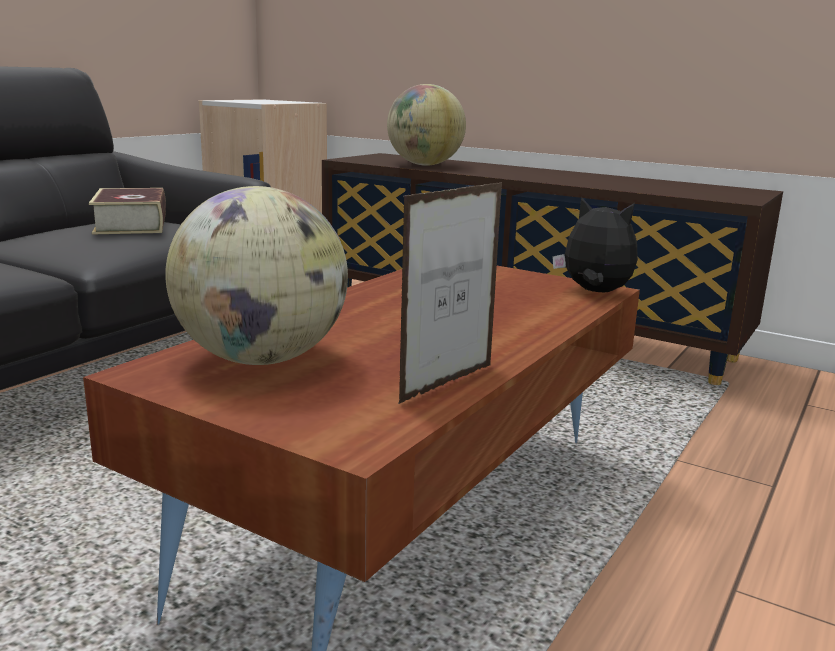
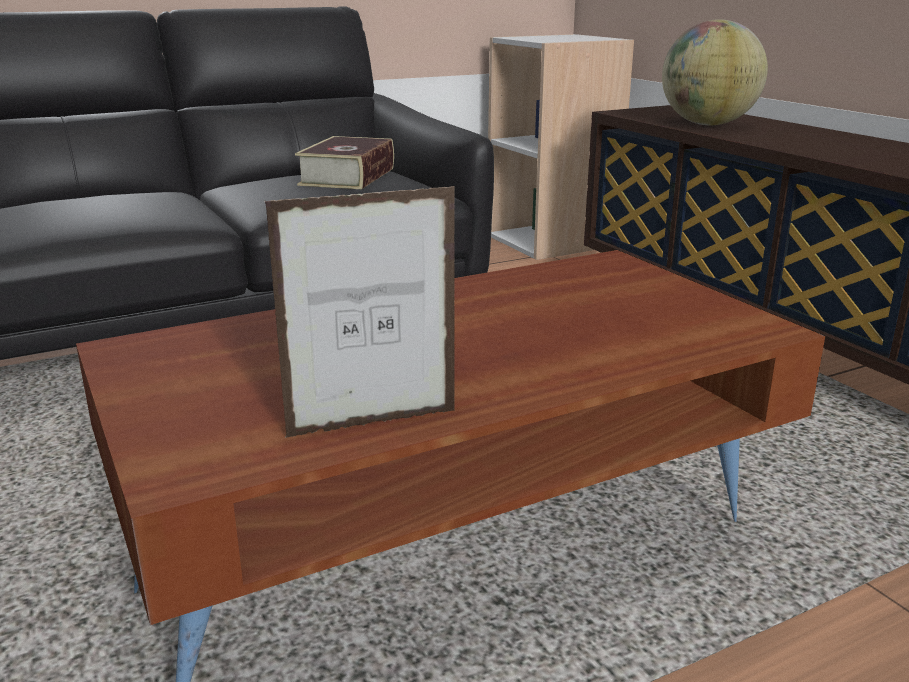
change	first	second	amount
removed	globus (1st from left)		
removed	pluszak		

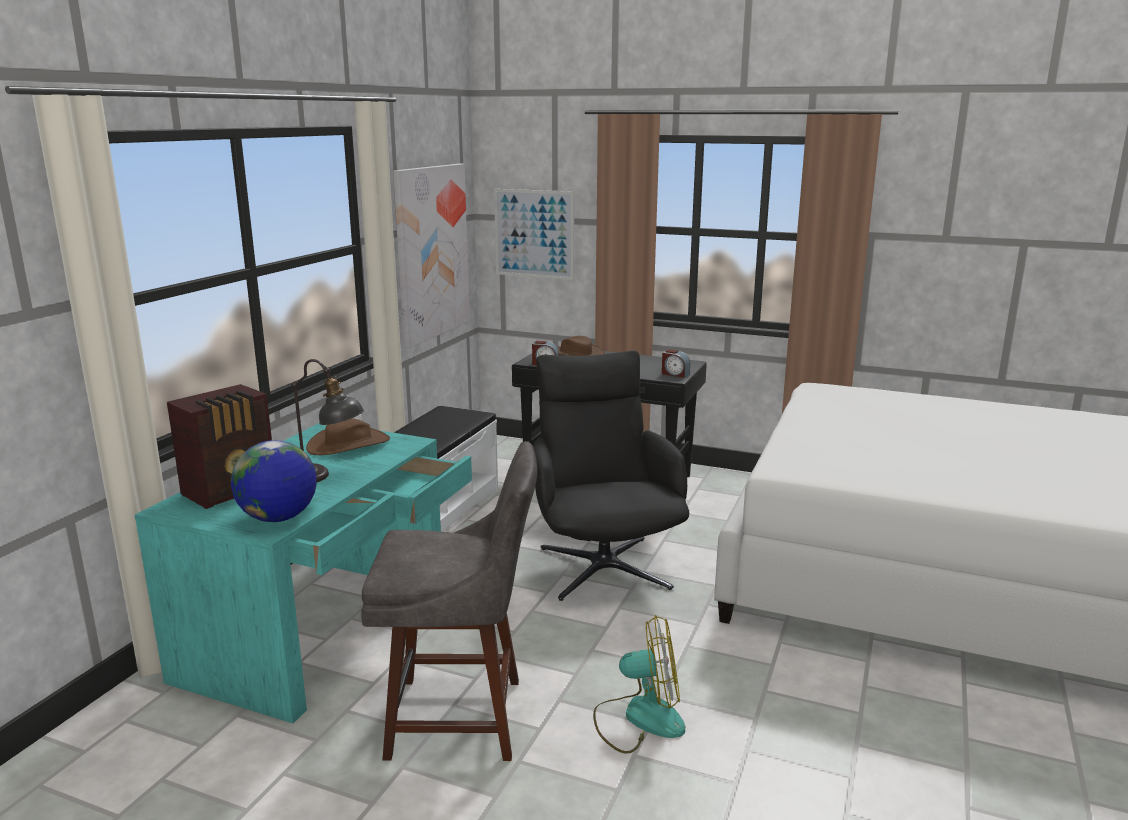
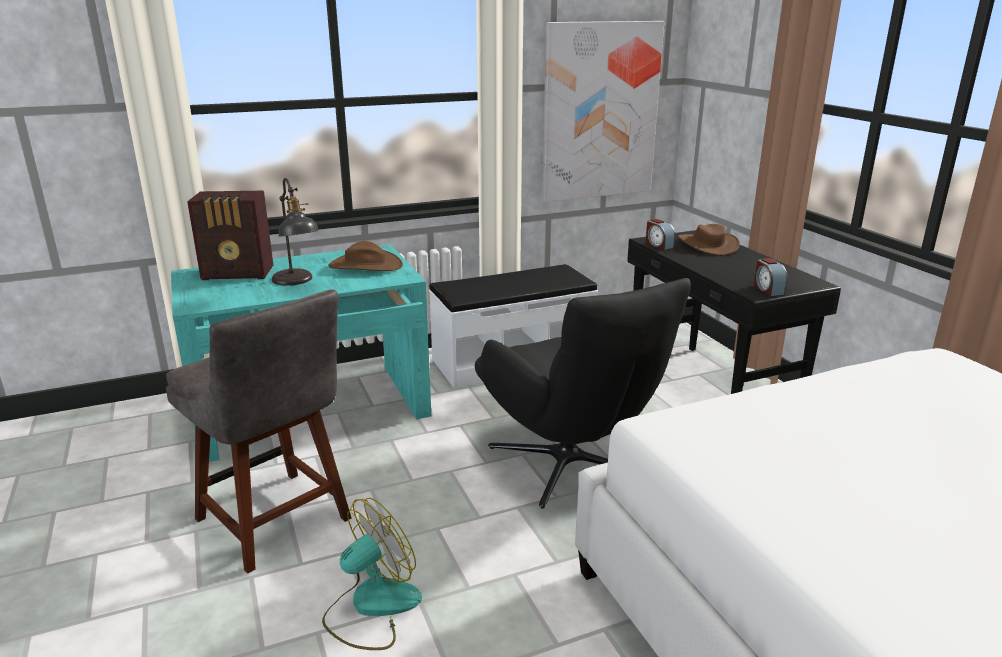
change	first	second	amount
removed	globus		
removed	obraz (2nd from left)		
turned	fotel (czarny)		120 degrees clockwise
turned	wentylator		90 degrees counterclockwise

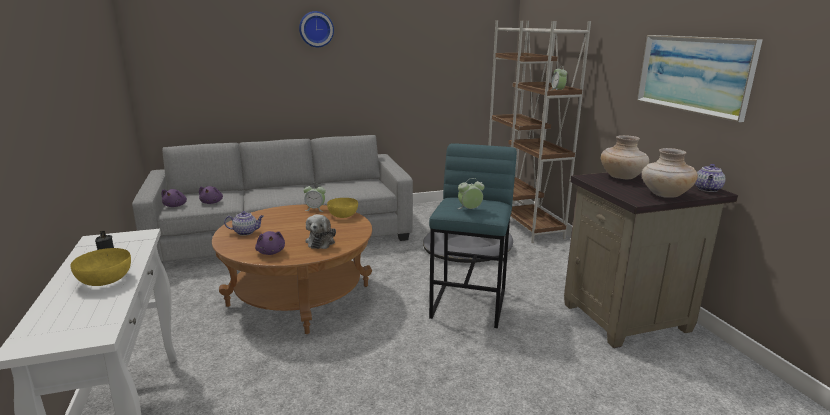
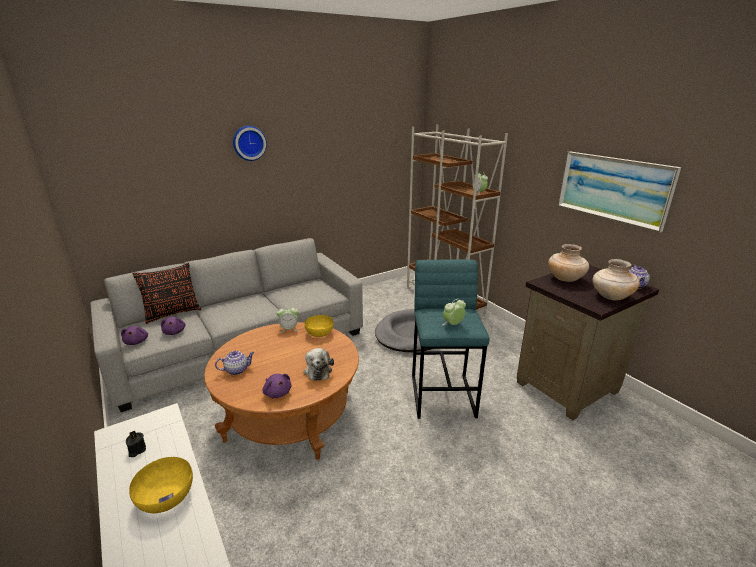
change	first	second	amount
added		poduszka (czarny)	

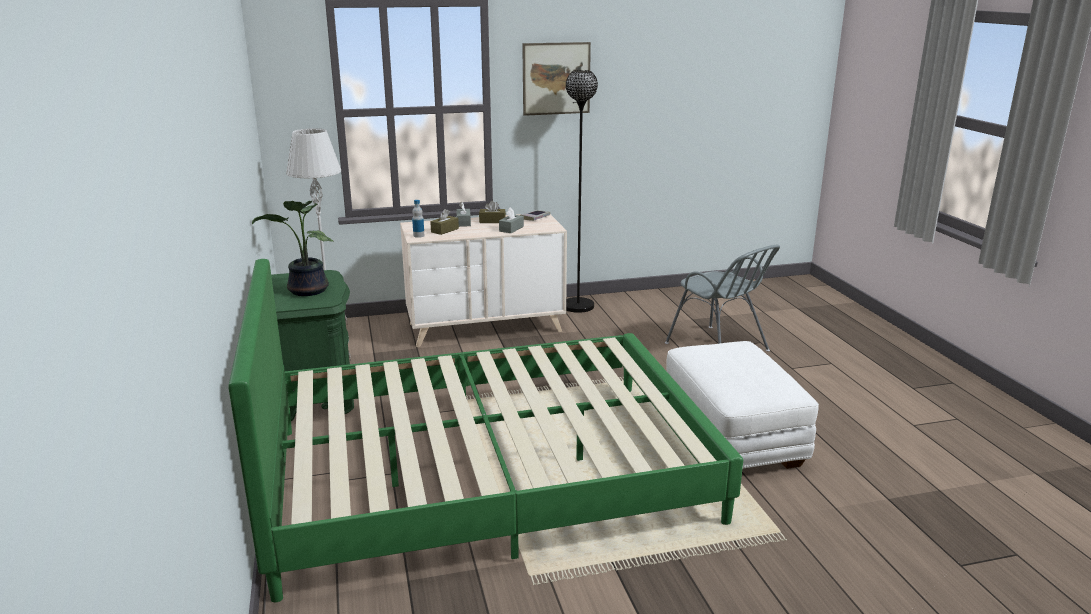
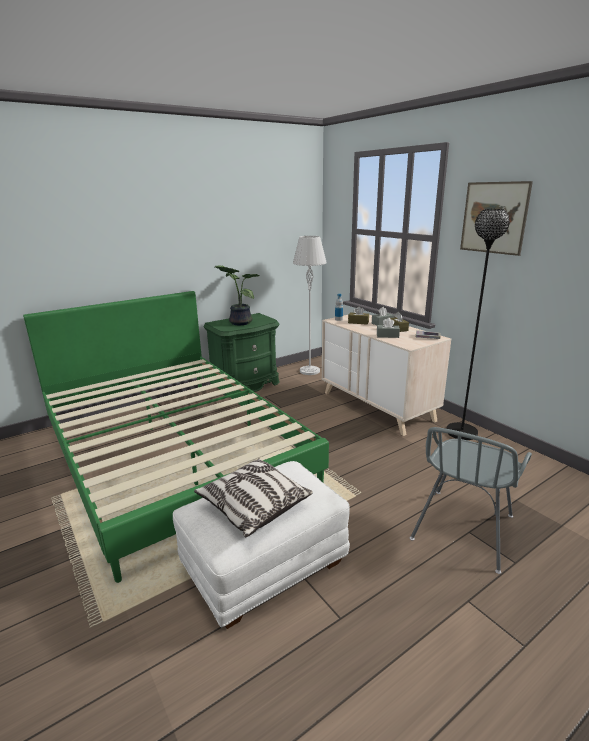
change	first	second	amount
added		poduszka	

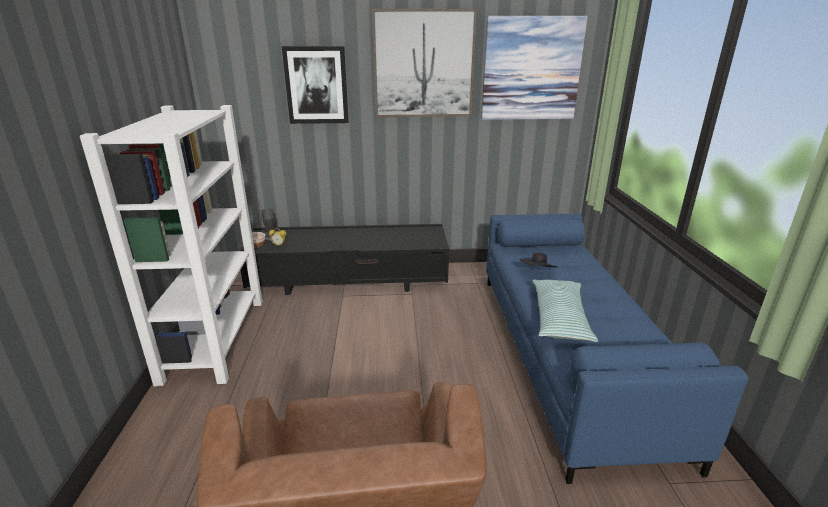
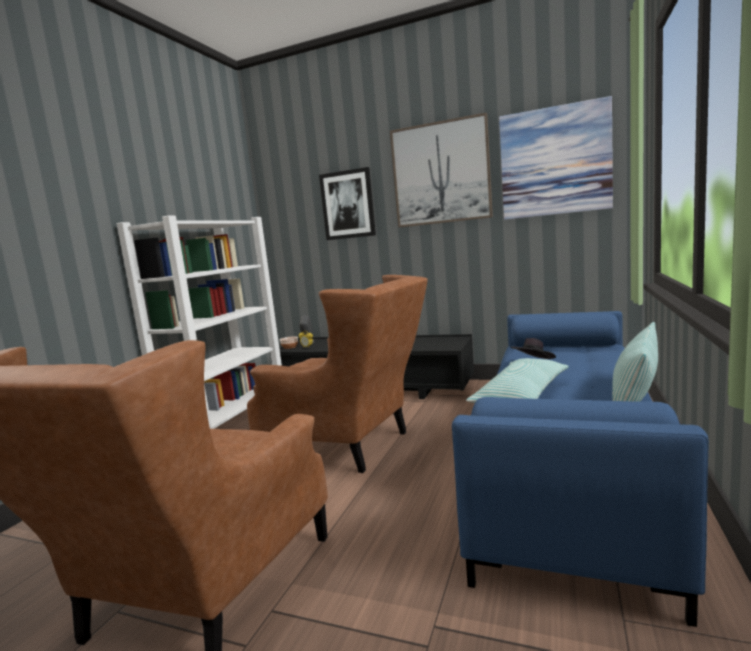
change	first	second	amount
added		fotel (brązowy) (2nd from left)	
added		poduszka (2nd from left)	

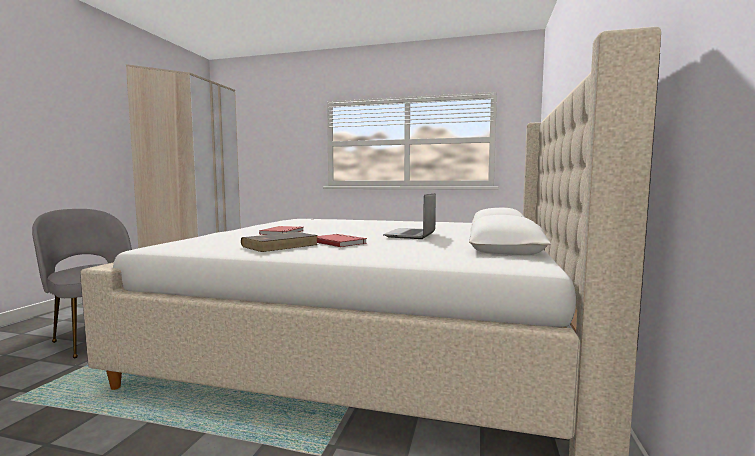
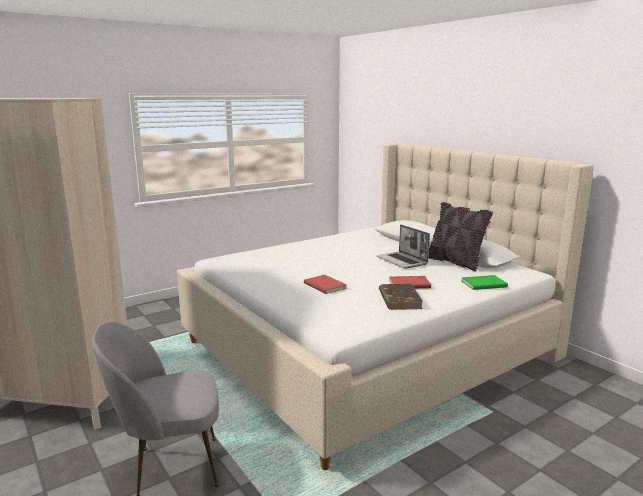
change	first	second	amount
added		poduszka (czarny)	
added		książka (zielony)	

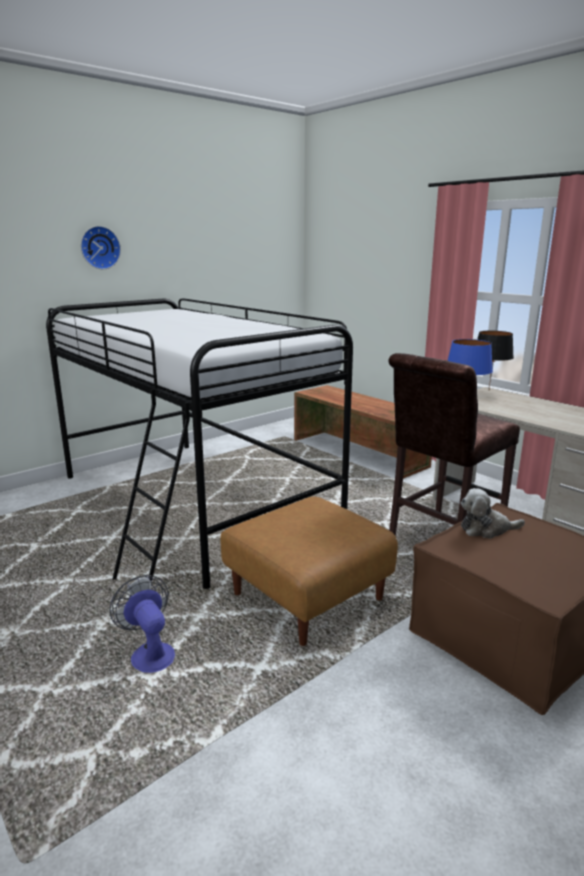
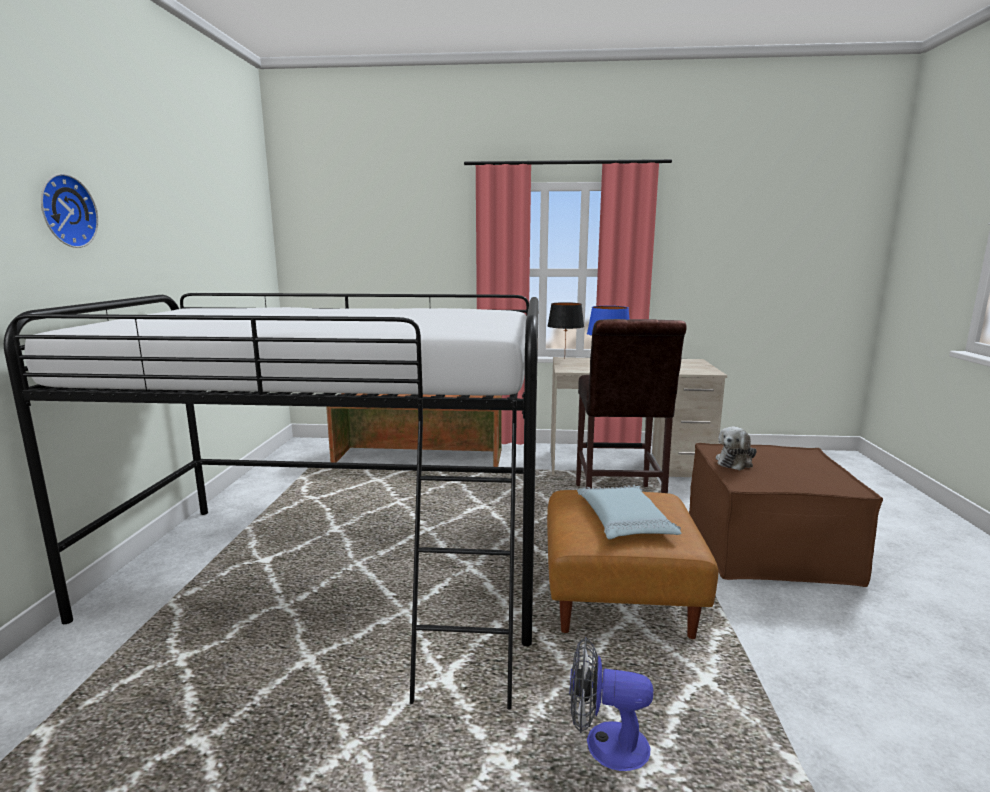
change	first	second	amount
added		poduszka (niebieski)	

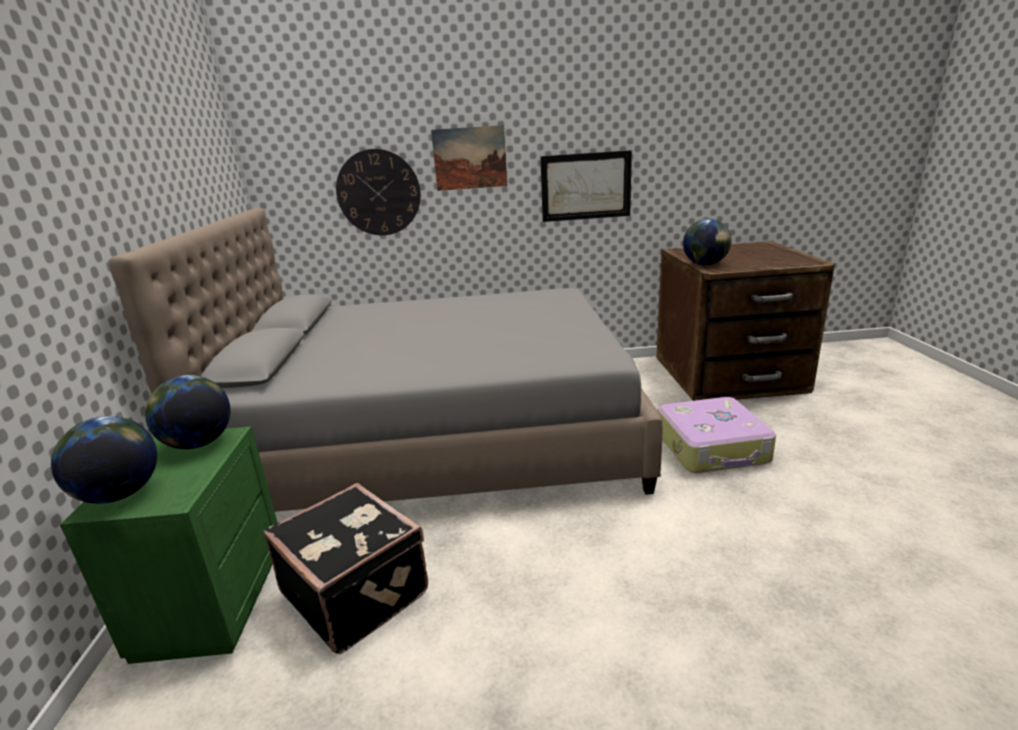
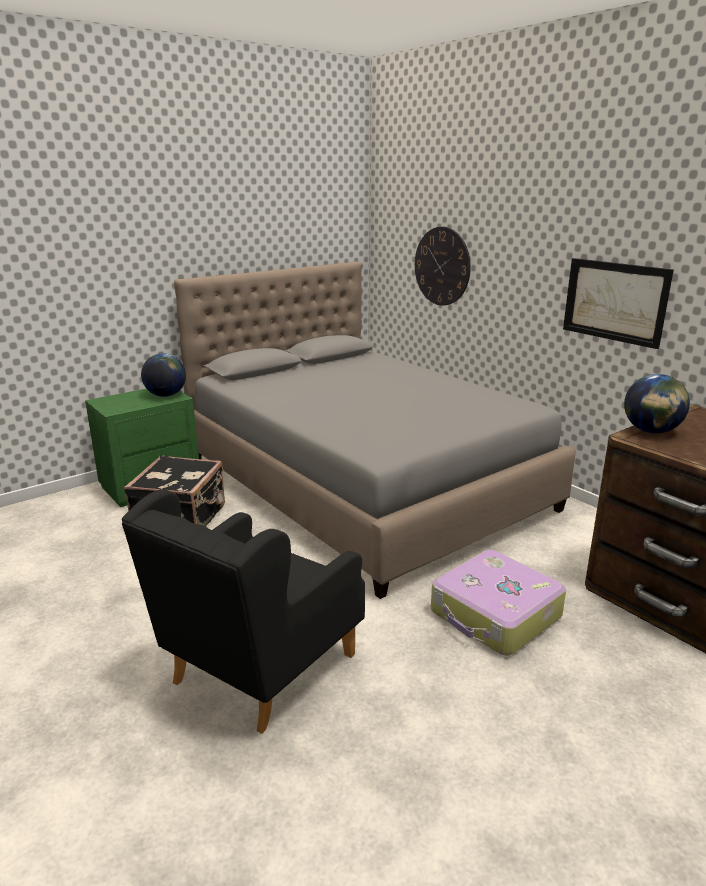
change	first	second	amount
removed	globus (1st from left)		
removed	obraz (1st from left)		
added		fotel (czarny)	

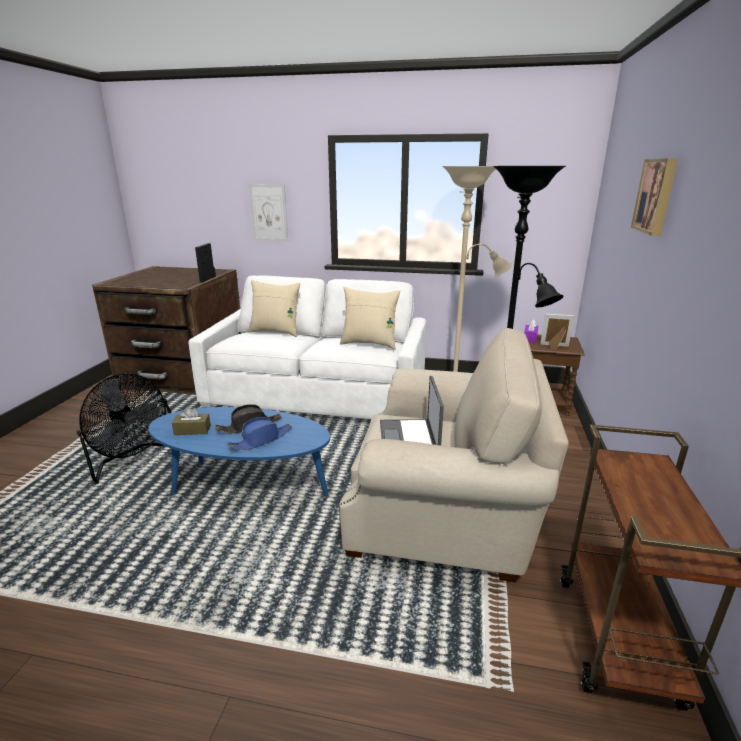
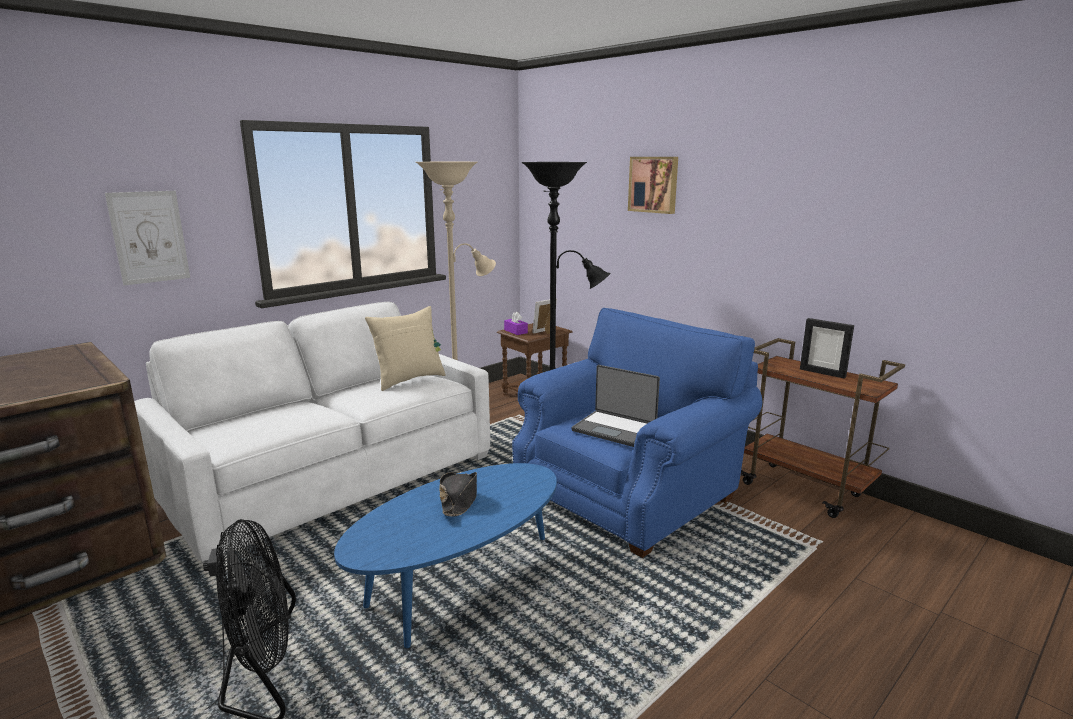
change	first	second	amount
removed	pudełko chusteczek (brązowy)		
removed	kapelusz (niebieski)		
removed	poduszka (beżowy) (1st from left)		
moved	ramka na zdjęcie (1st from left in the first image)	ramka na zdjęcie (2nd from left)	
recoloured	fotel (beżowy)	fotel (niebieski)	

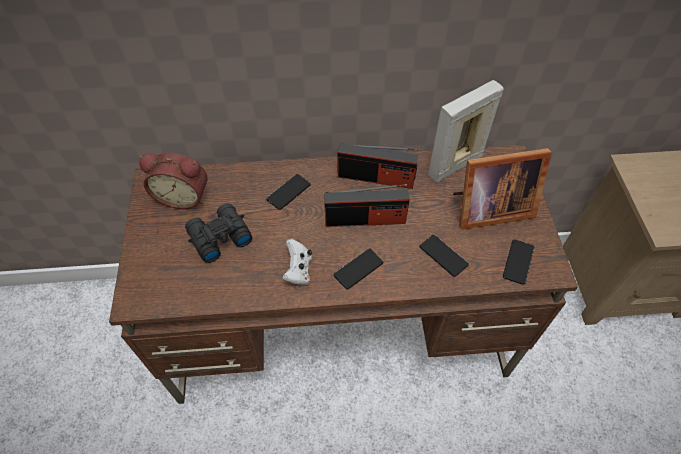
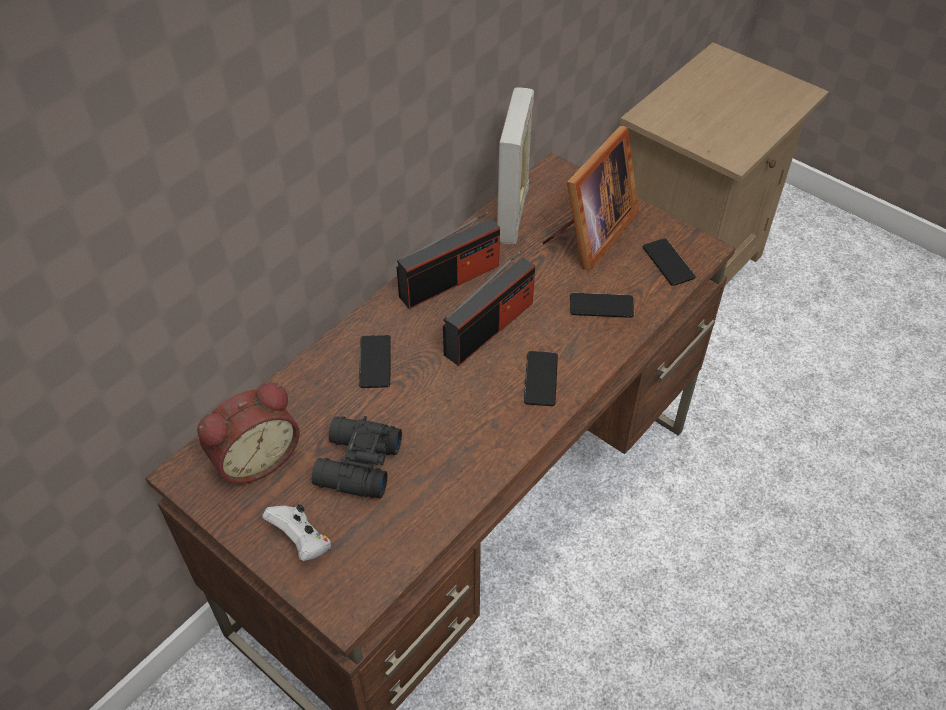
change	first	second	amount
moved	pad do gier (biały)		

